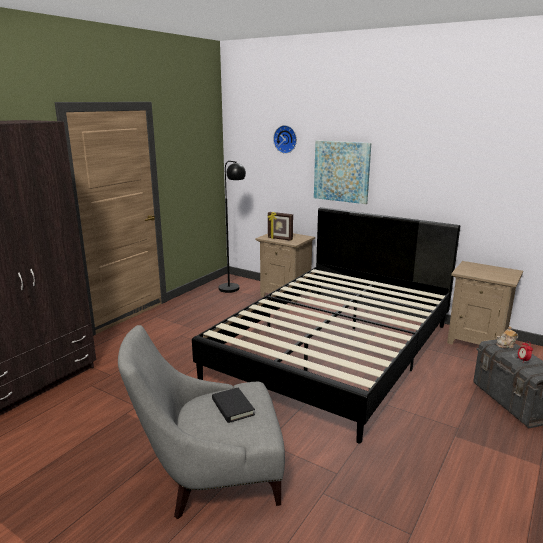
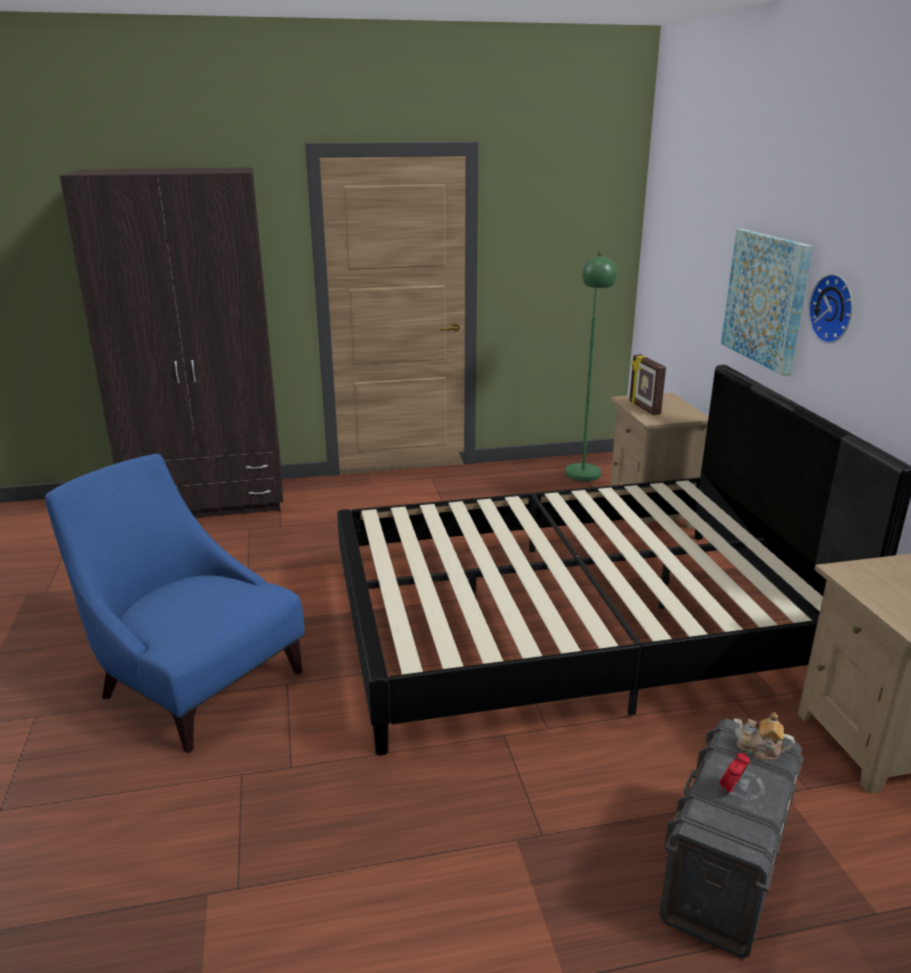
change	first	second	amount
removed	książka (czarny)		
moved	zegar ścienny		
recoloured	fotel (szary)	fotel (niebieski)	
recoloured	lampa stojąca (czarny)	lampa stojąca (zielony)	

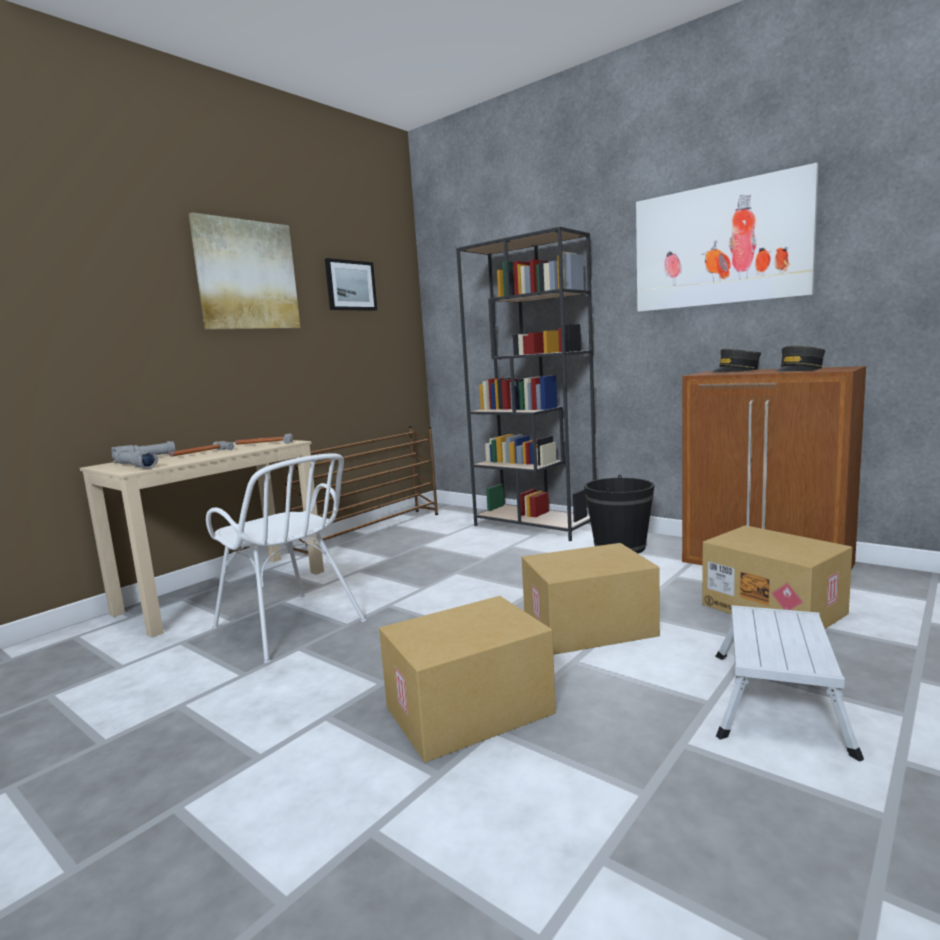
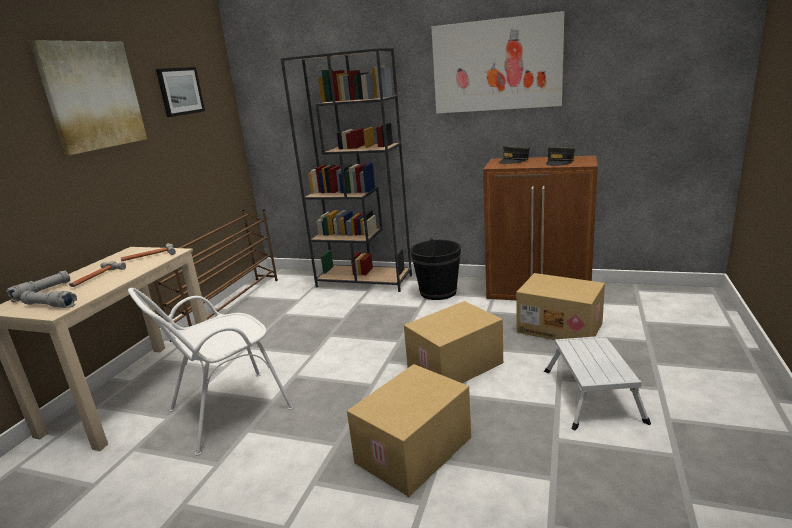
change	first	second	amount
turned	krzesło (biały)		120 degrees clockwise

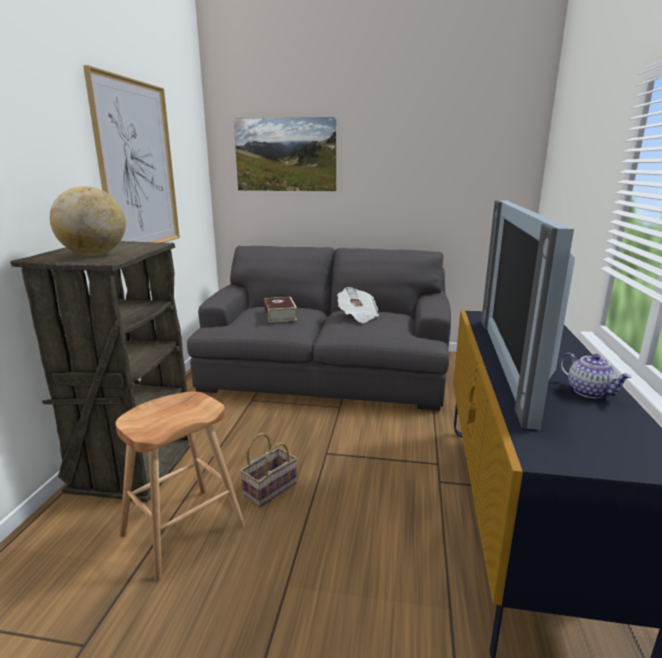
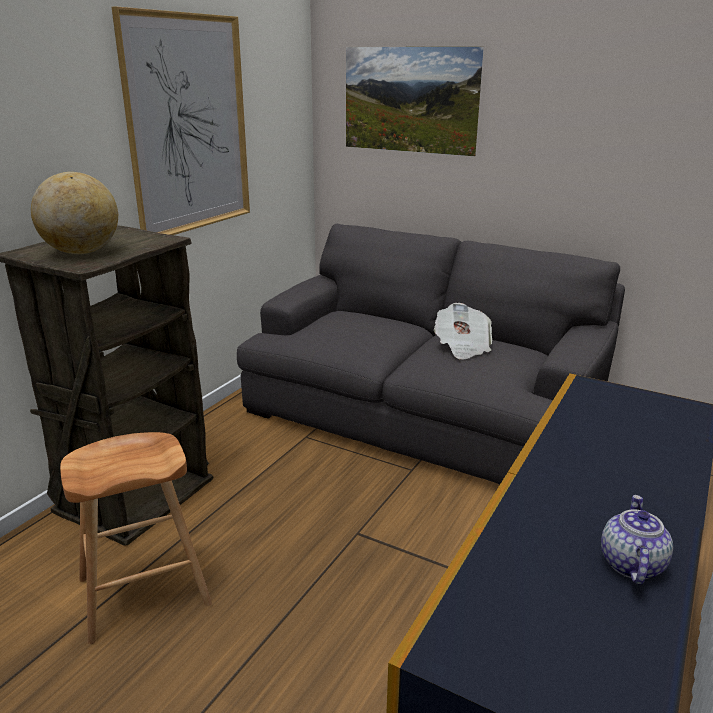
change	first	second	amount
removed	koszyk		
removed	książka		
removed	telewizor		
turned	imbryk		150 degrees counterclockwise

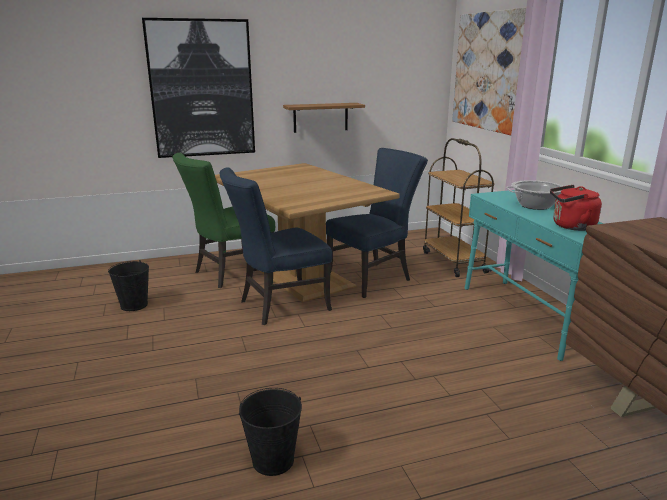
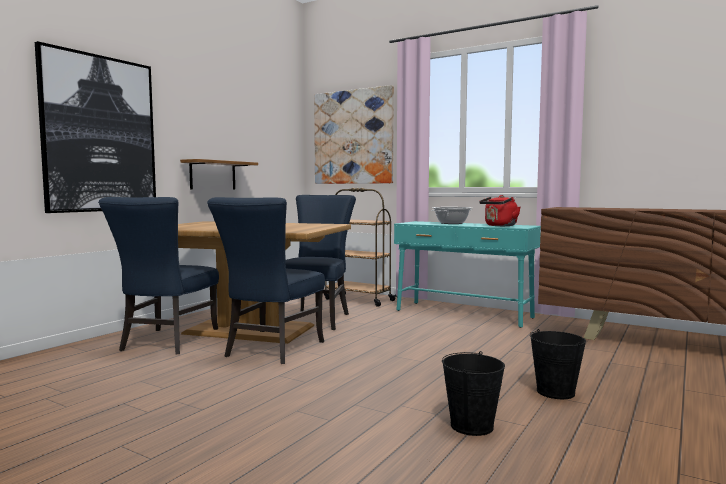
change	first	second	amount
moved	wiadro (czarny) (1st from left in the first image)	wiadro (czarny) (2nd from left)	
recoloured	krzesło (zielony)	krzesło (niebieski) (1st from left)	

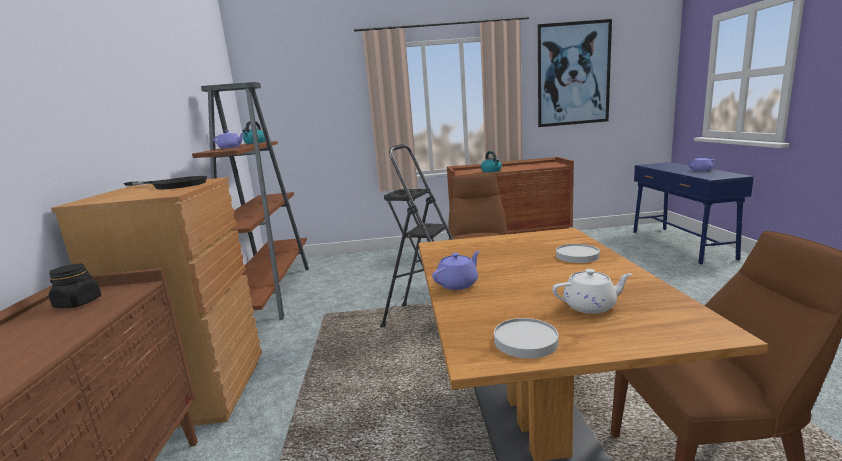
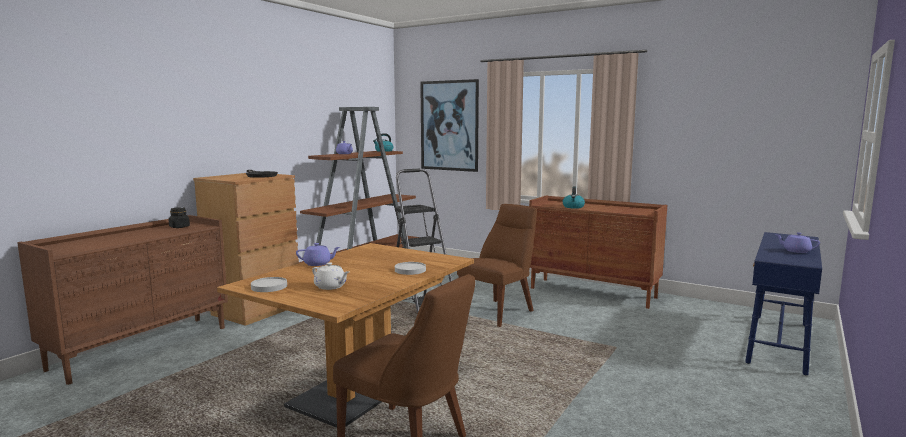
change	first	second	amount
moved	obraz		

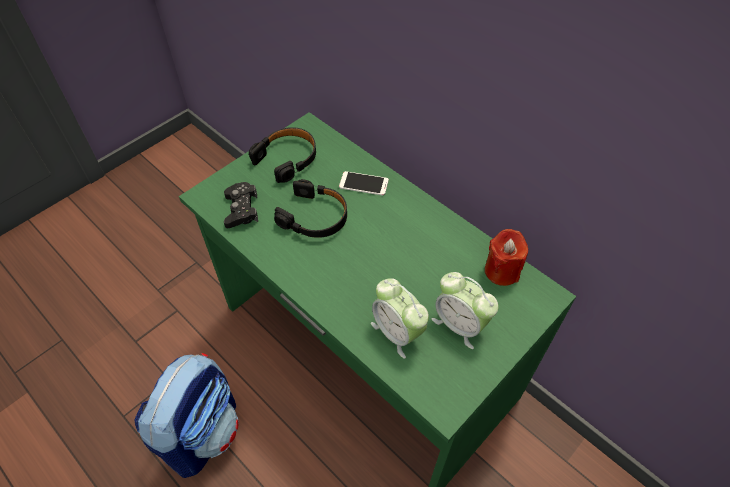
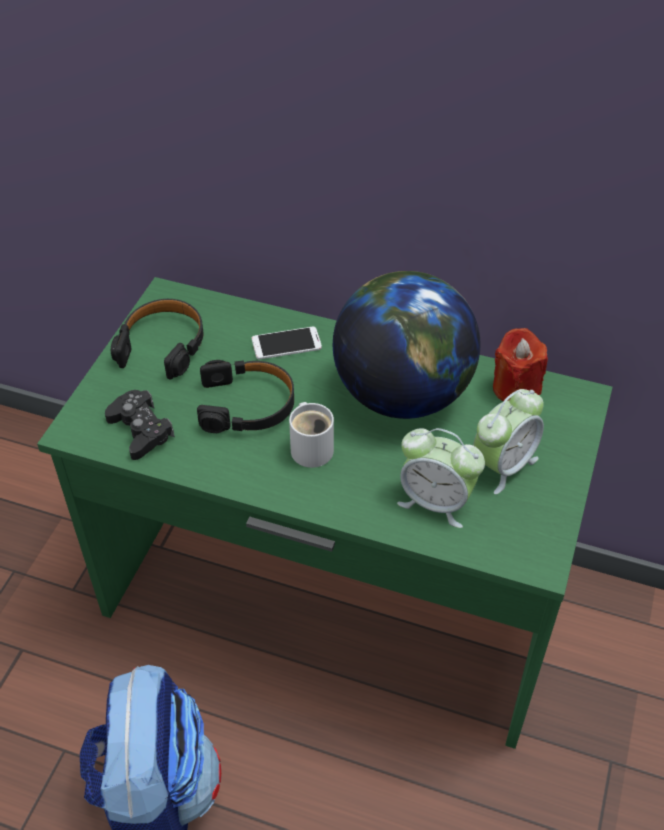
change	first	second	amount
added		kubek (biały)	
added		globus	
turned	budzik (2nd from left)		60 degrees counterclockwise

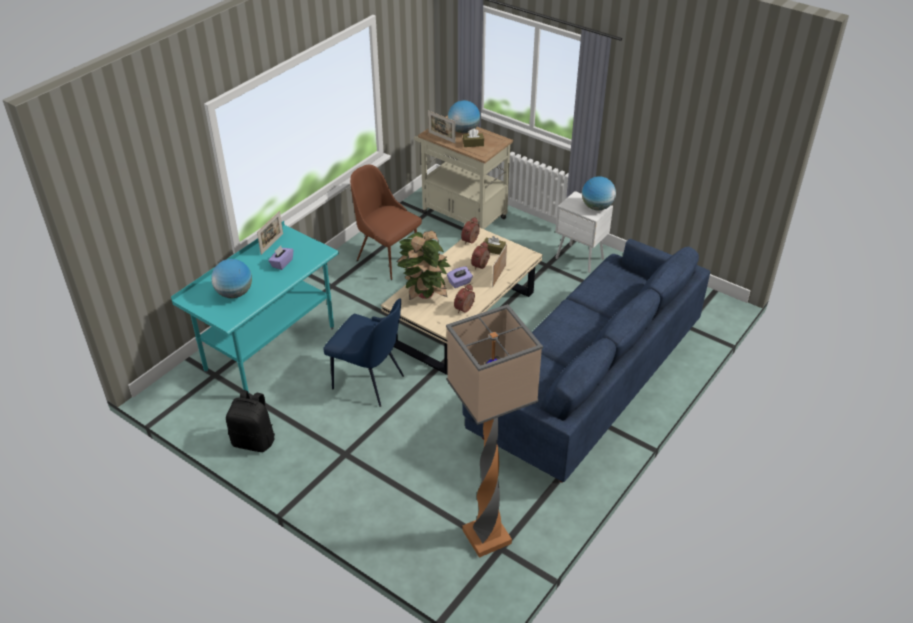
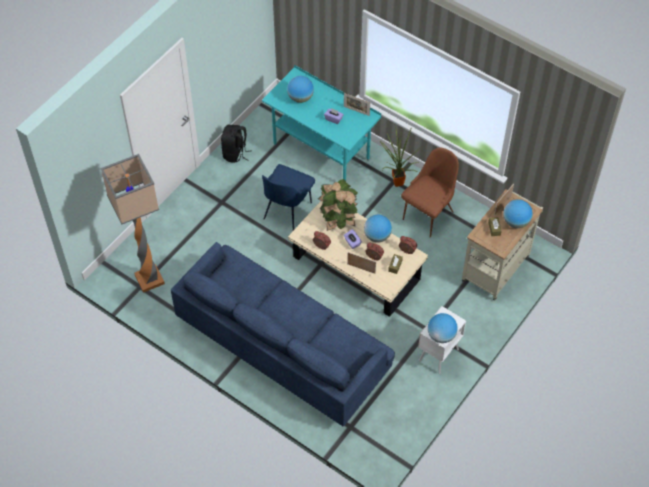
change	first	second	amount
added		globus (2nd from left)	
added		roślina doniczkowa (2nd from left)	

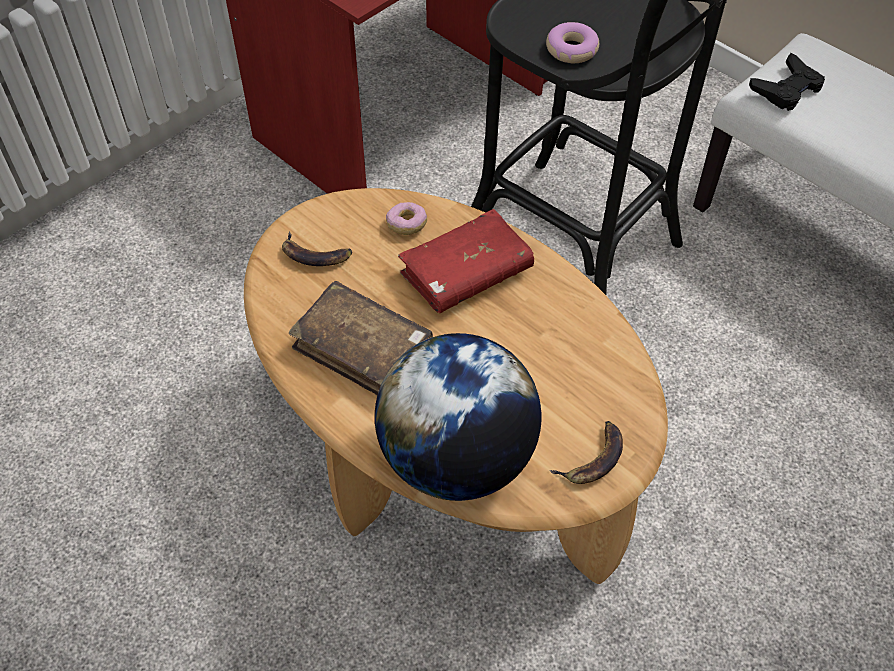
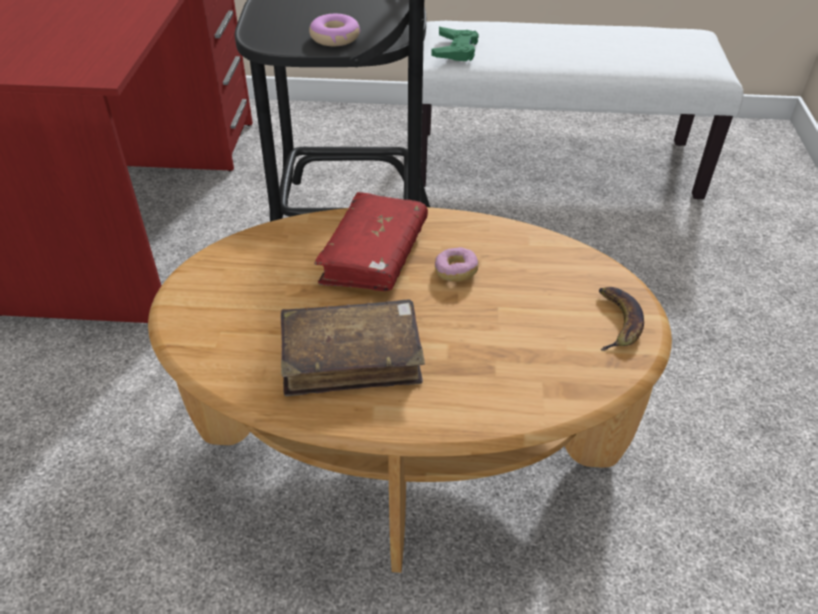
change	first	second	amount
removed	banan (1st from left)		
removed	globus		
moved	donut (1st from left in the first image)	donut (2nd from left)	
recoloured	pad do gier (czarny)	pad do gier (zielony)	

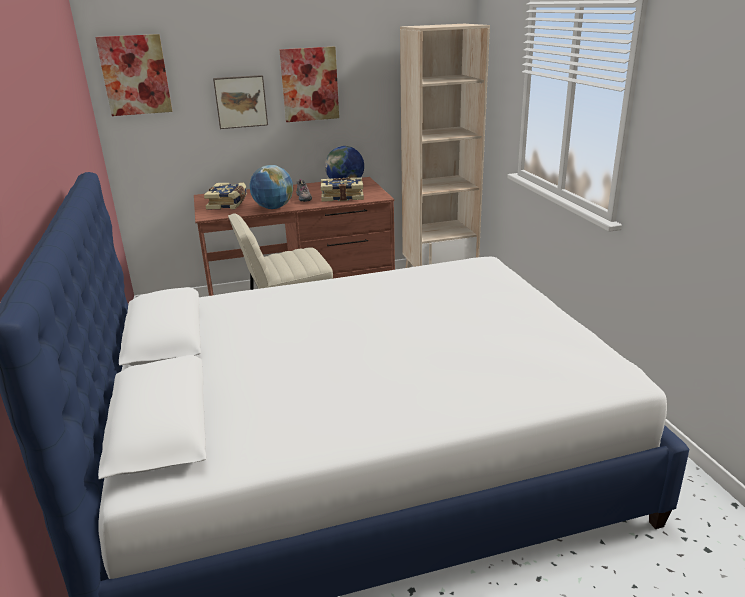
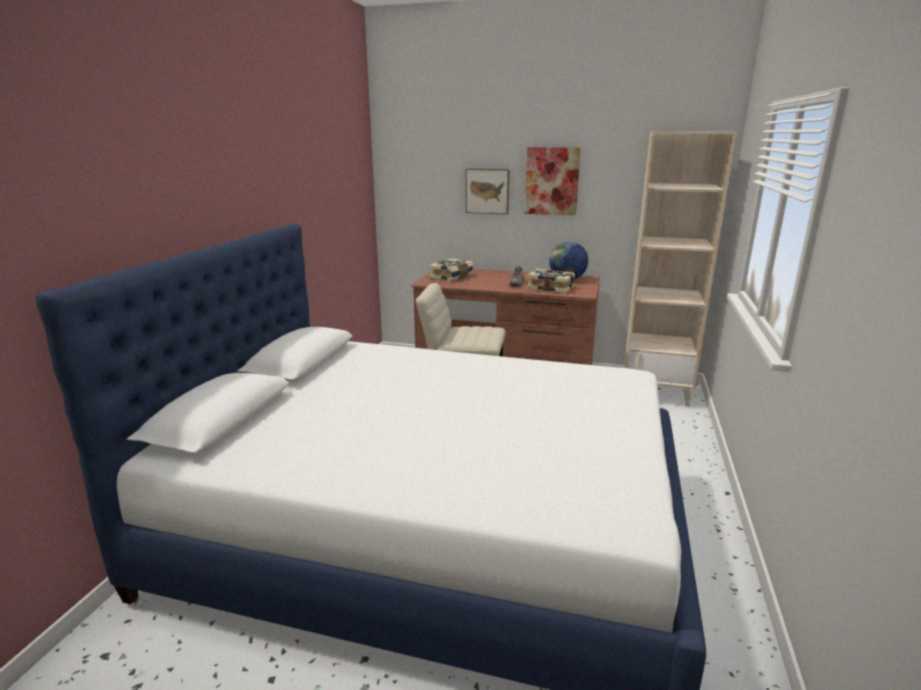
change	first	second	amount
removed	obraz (1st from left)		
removed	globus (1st from left)		

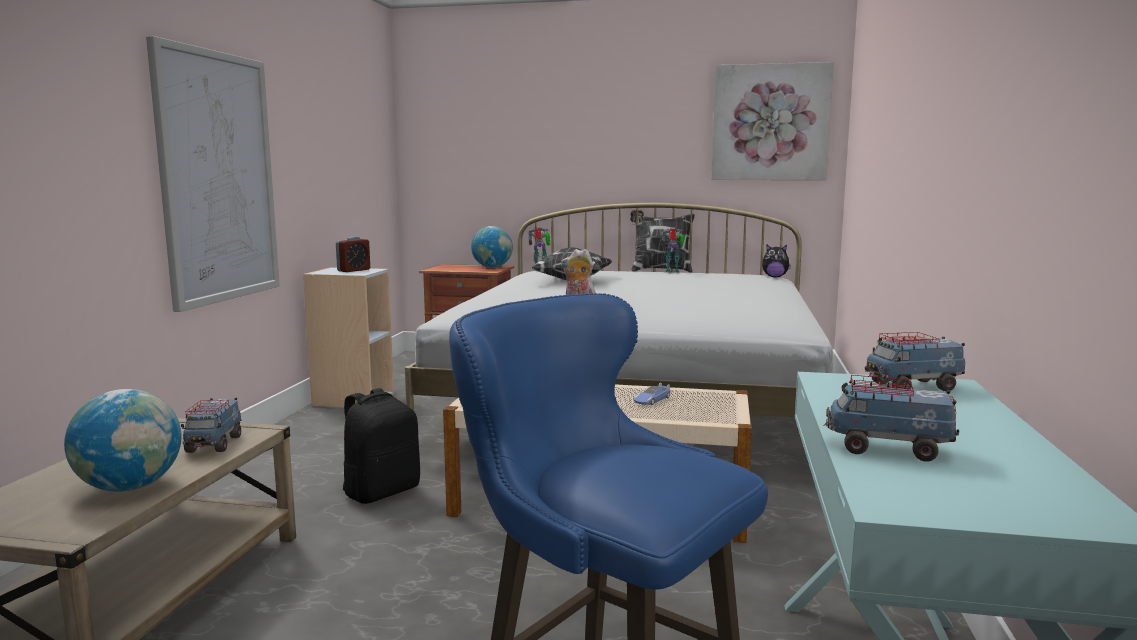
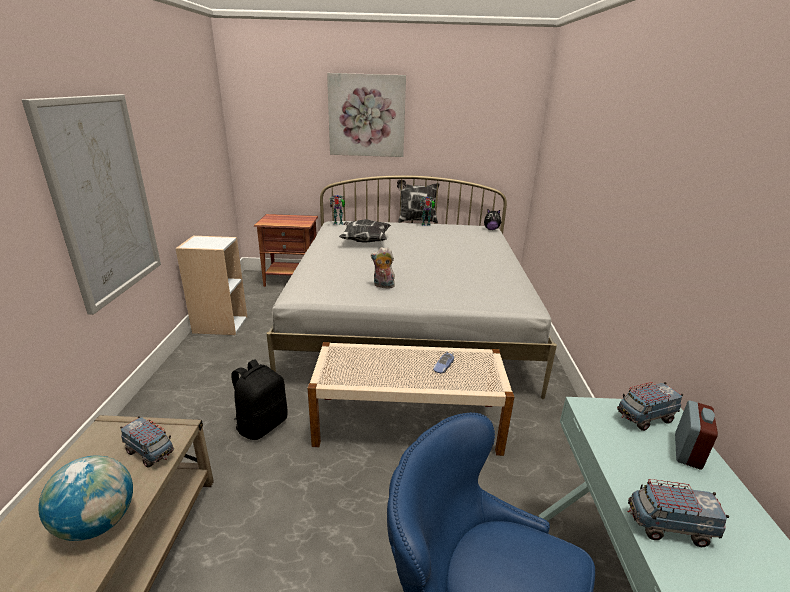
change	first	second	amount
removed	globus (2nd from left)		
moved	budzik		
moved	obraz (2nd from left)		
turned	ciężarówka zabawkowa (1st from left)		45 degrees counterclockwise

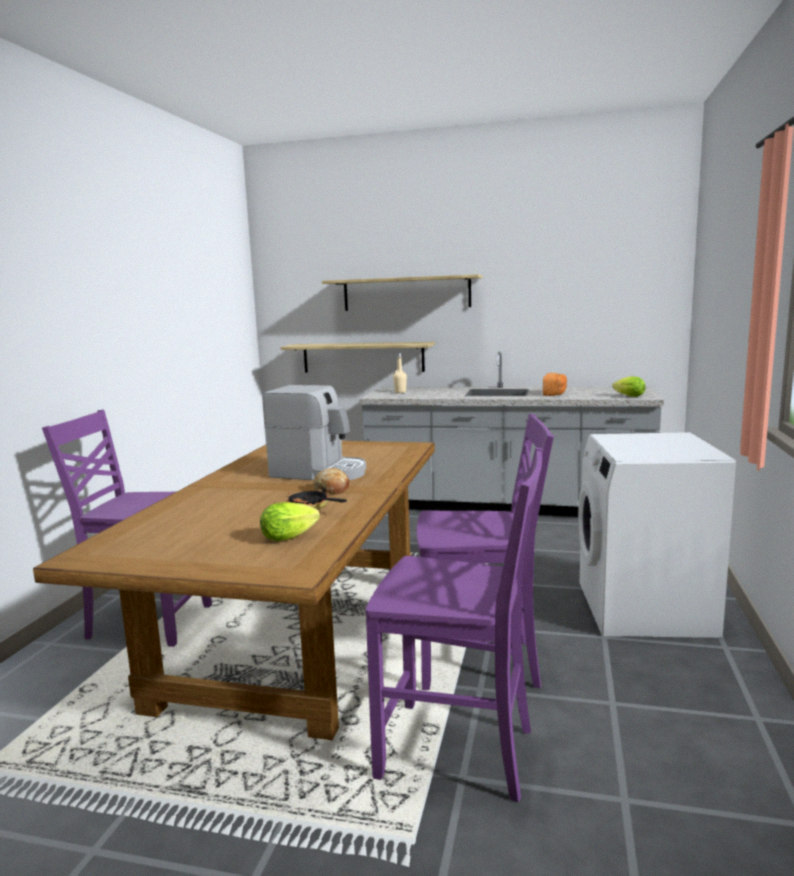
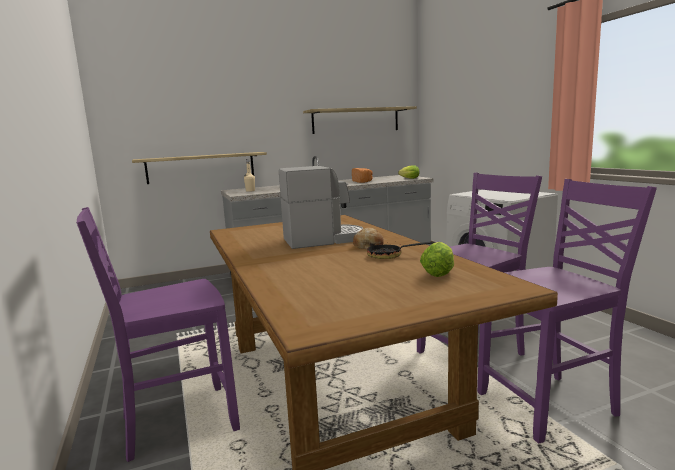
change	first	second	amount
moved	półka (2nd from left)		

